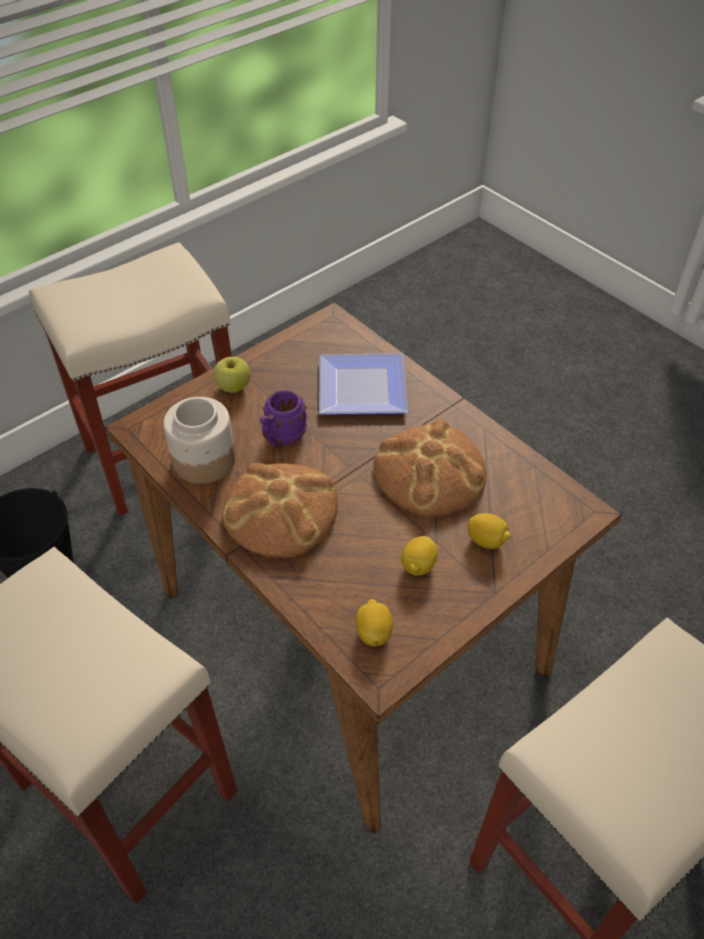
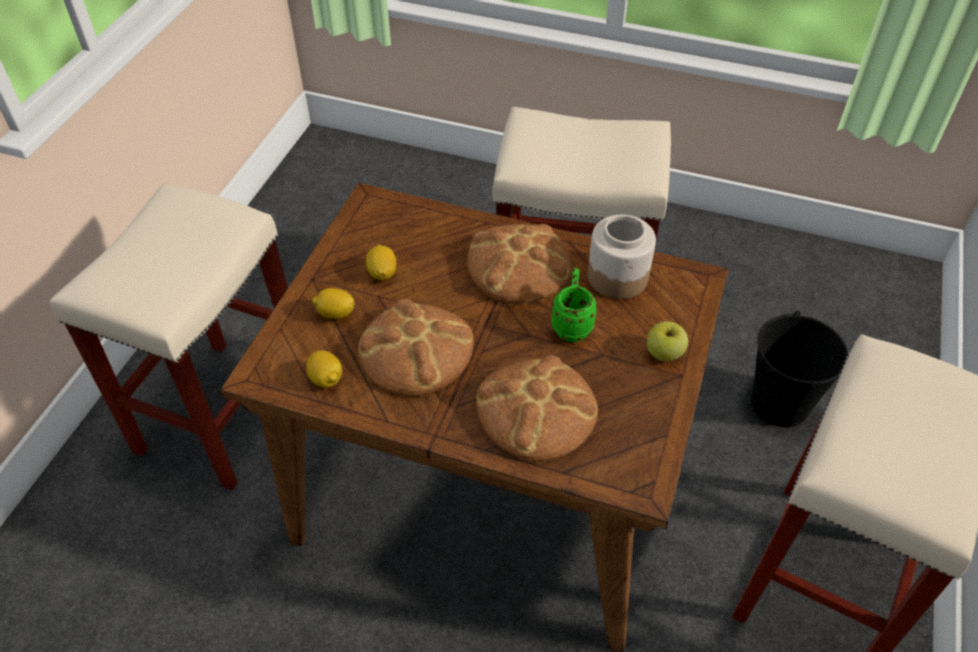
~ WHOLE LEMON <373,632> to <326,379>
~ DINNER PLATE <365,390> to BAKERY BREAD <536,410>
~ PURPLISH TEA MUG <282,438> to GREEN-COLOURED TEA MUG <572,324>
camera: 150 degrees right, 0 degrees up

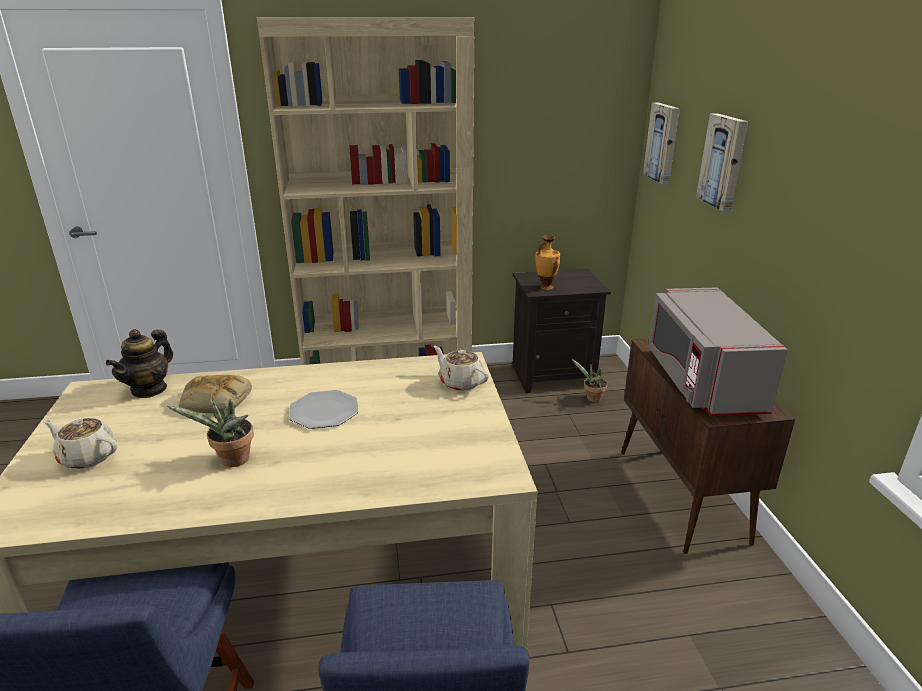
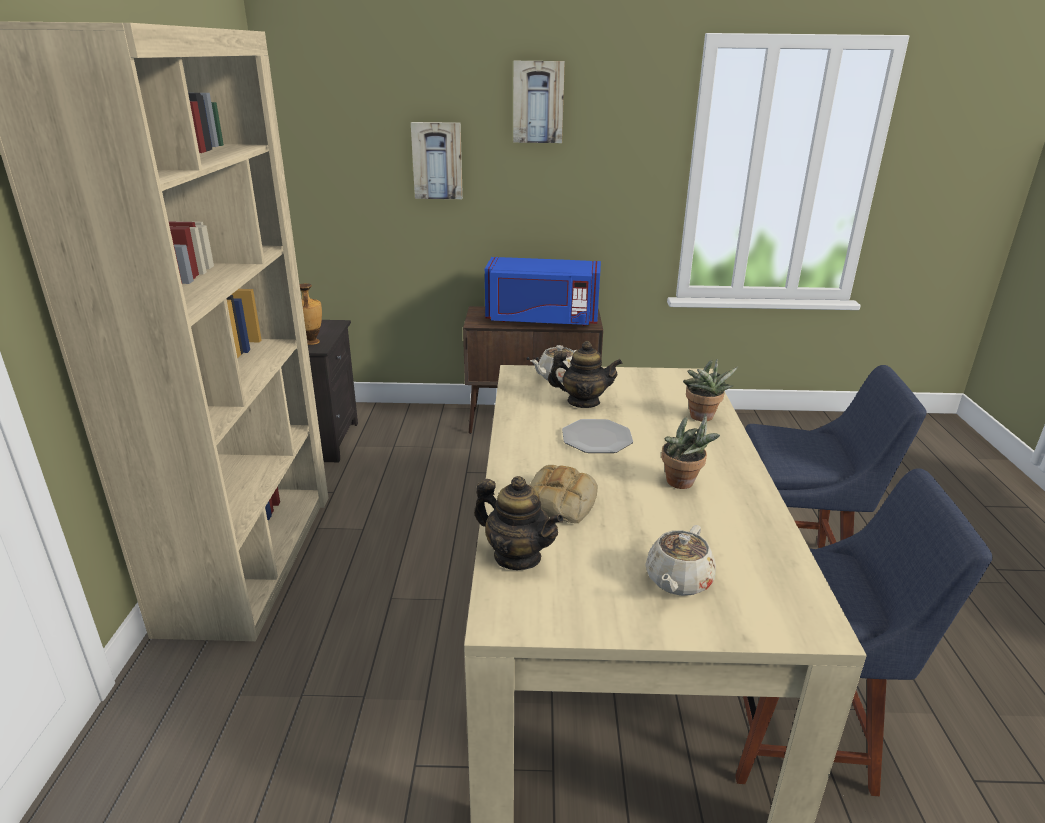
~ GREY MICROWAVE OVEN <701,380> to BLUE MICROWAVE OVEN <541,319>
~ WALL PICTURE <663,143> to <538,102>
+ POT FOR TEA <583,402>
~ PLANT IN A POT <591,399> to <702,418>
camera: 80 degrees left, 0 degrees up

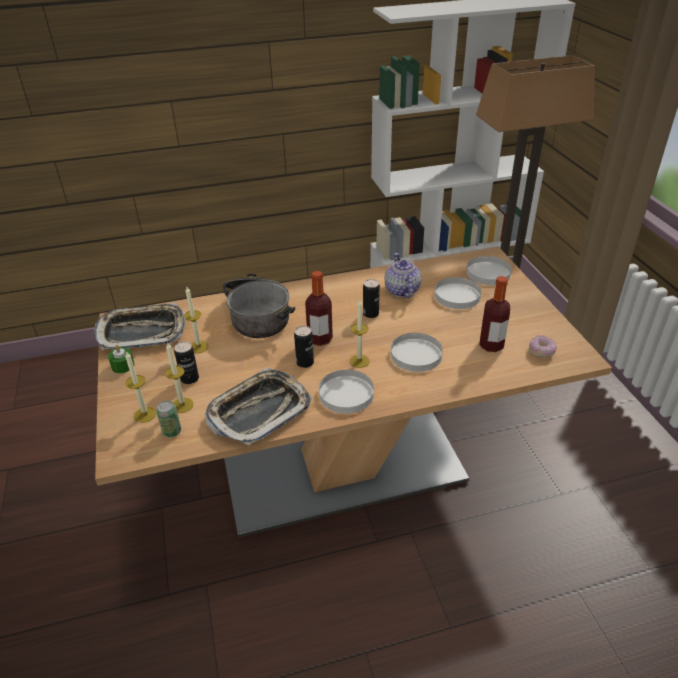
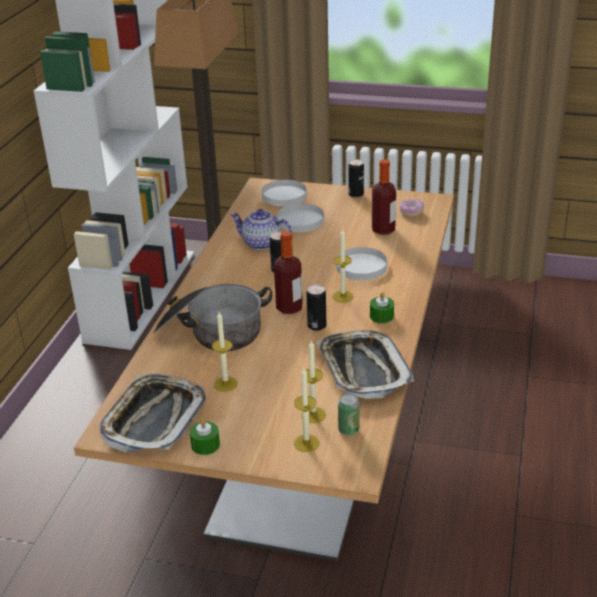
~ METAL CAN <190,379> to <356,194>
~ WHITE DINNER PLATE <346,394> to GREEN-COLOURED WAX CANDLE <381,316>
camera: 60 degrees left, 5 degrees down

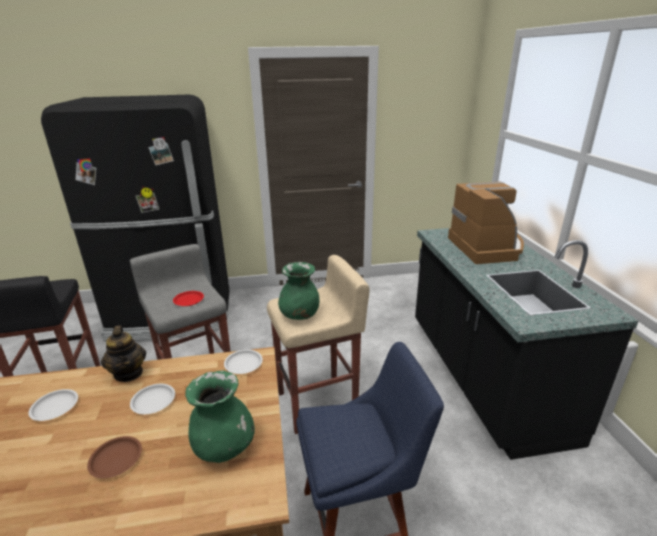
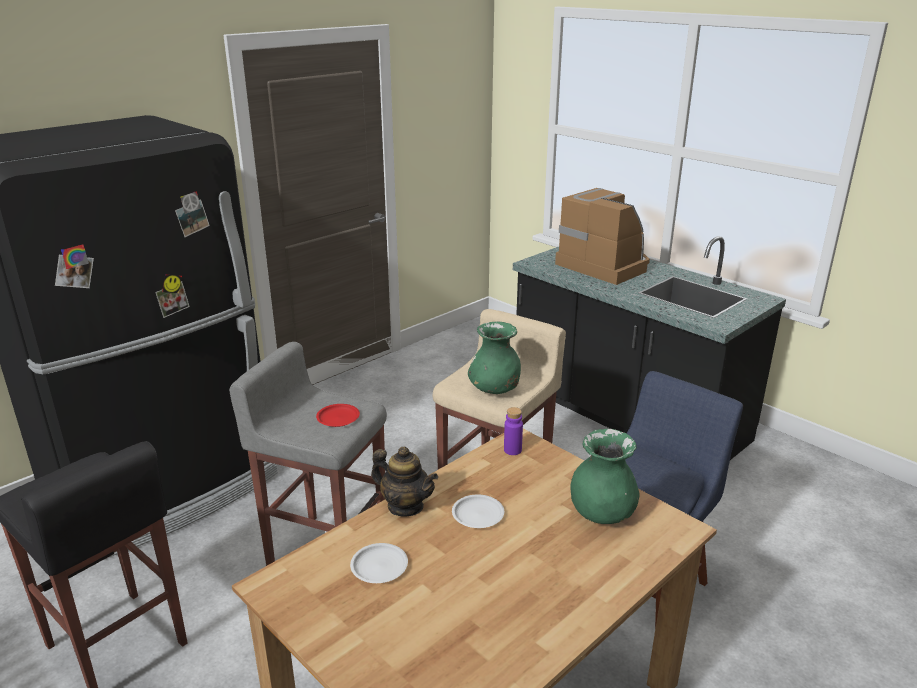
~ WHITE DINNER PLATE <243,364> to PURPLISH BOTTLE <512,450>
- BROWN DINNER PLATE <115,460>
camera: 35 degrees left, 0 degrees up

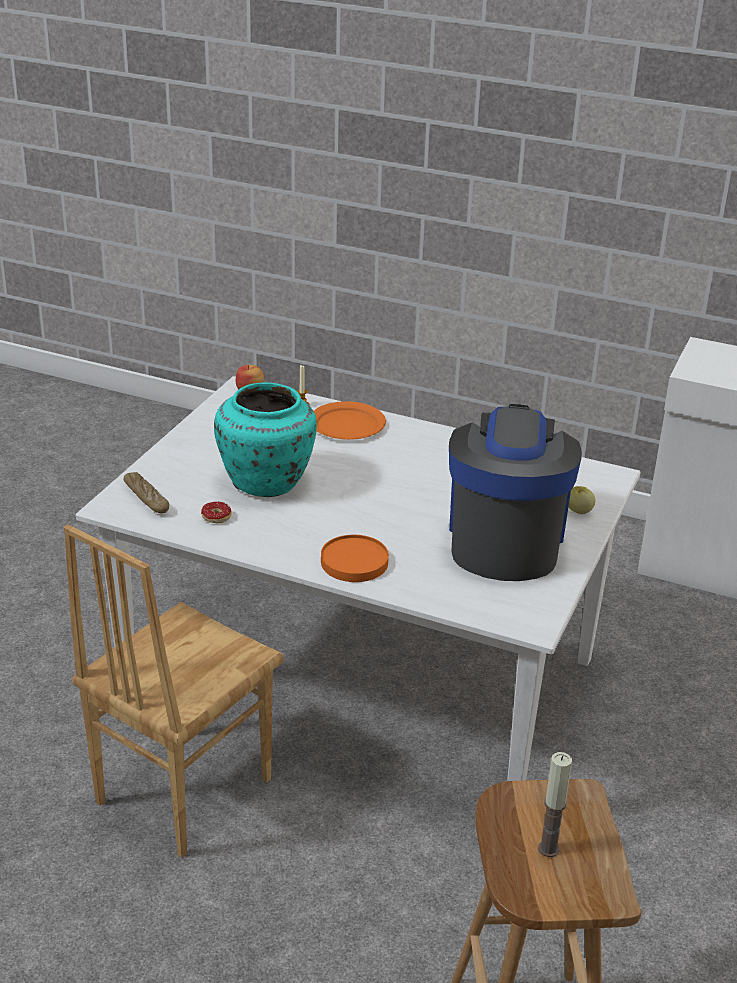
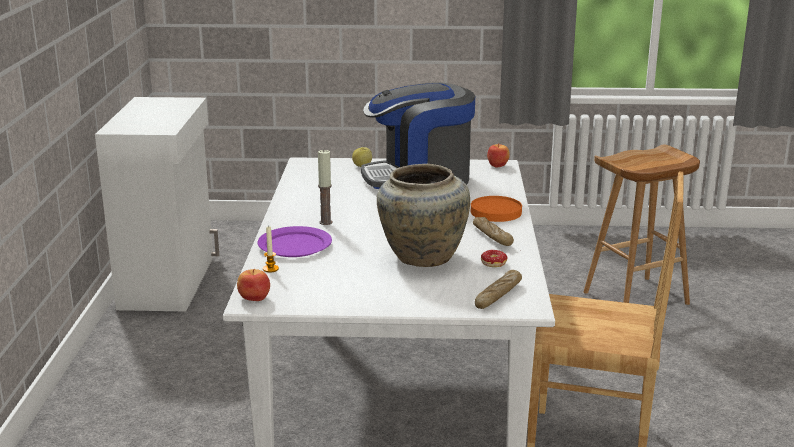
~ ORANGE-COLOURED DINNER PLATE <348,424> to PURPLISH DINNER PLATE <294,245>
~ WAX CANDLE <548,848> to <325,222>
~ TURQUOISE-COLOURED FLOWER VASE <267,482> to BEIGE-COLOURED FLOWER VASE <421,256>
+ BAKERY BREAD <492,237>
+ WHOLE APPLE <498,165>
camera: 110 degrees left, 10 degrees down

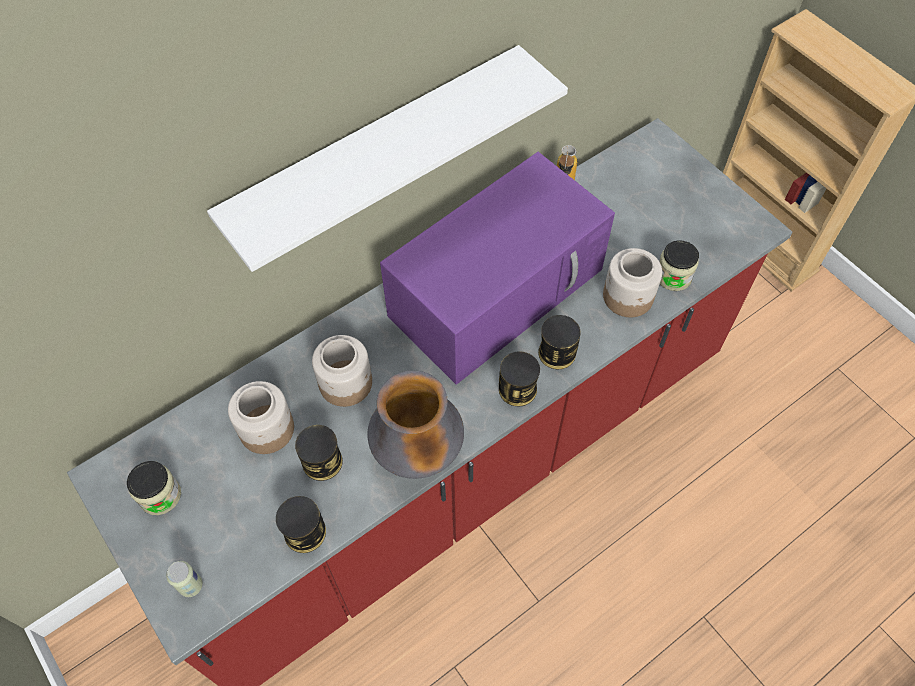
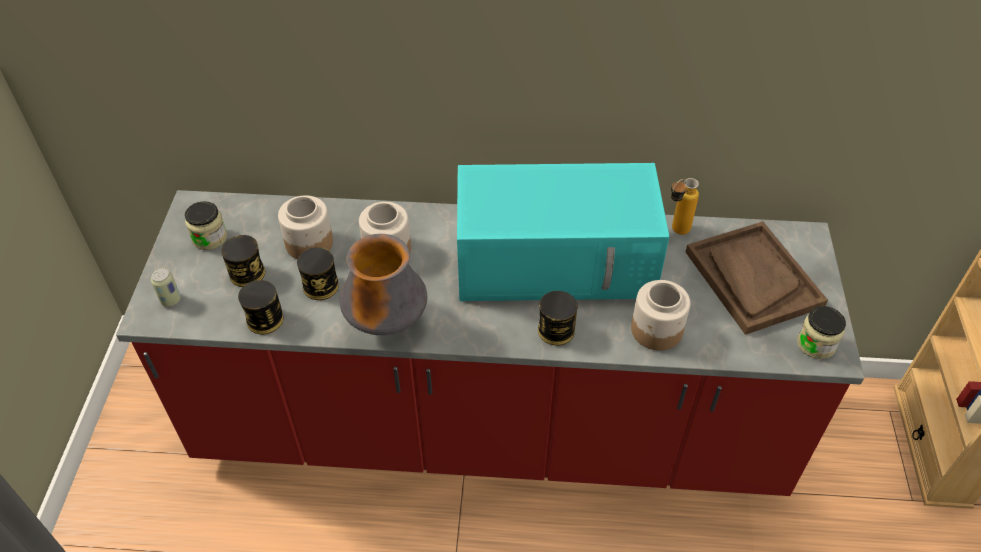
~ METAL CAN <517,389> to <247,273>
~ PURPLISH MICROWAVE OVEN <498,290> to TURQUOISE-COLOURED MICROWAVE OVEN <558,261>
+ BROWN TRAY <752,279>
~ STORAGE JAR <673,276> to <816,344>
- WHITE WALL SHELF <376,155>
camera: 40 degrees right, 10 degrees down

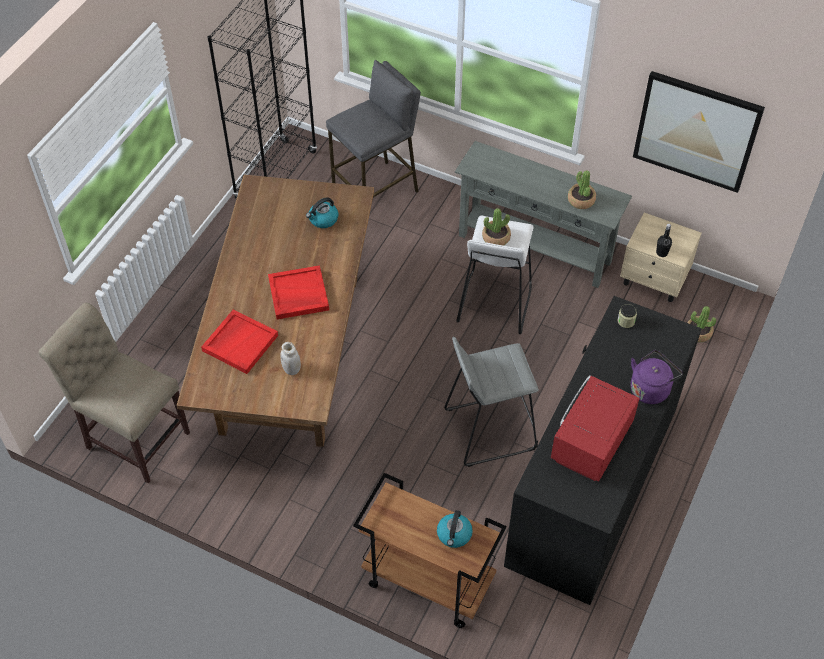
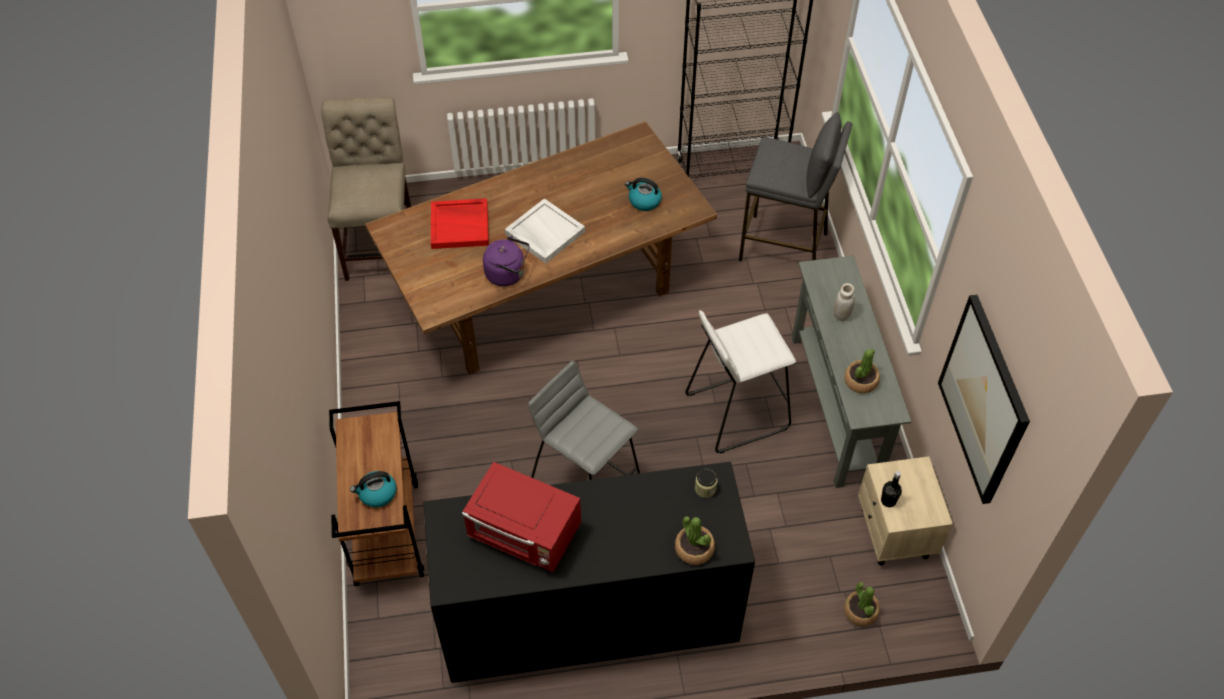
~ RED MICROWAVE OVEN <590,444> = <525,534> 150 degrees counterclockwise
~ PURPLISH KETTLE <651,388> to <508,274>
~ RED TRAY <298,294> to WHITE TRAY <544,233>
~ PLANT IN A POT <496,237> to <694,549>
~ WHITE STORAGE JAR <291,369> to <841,315>
camera: 55 degrees right, 0 degrees up

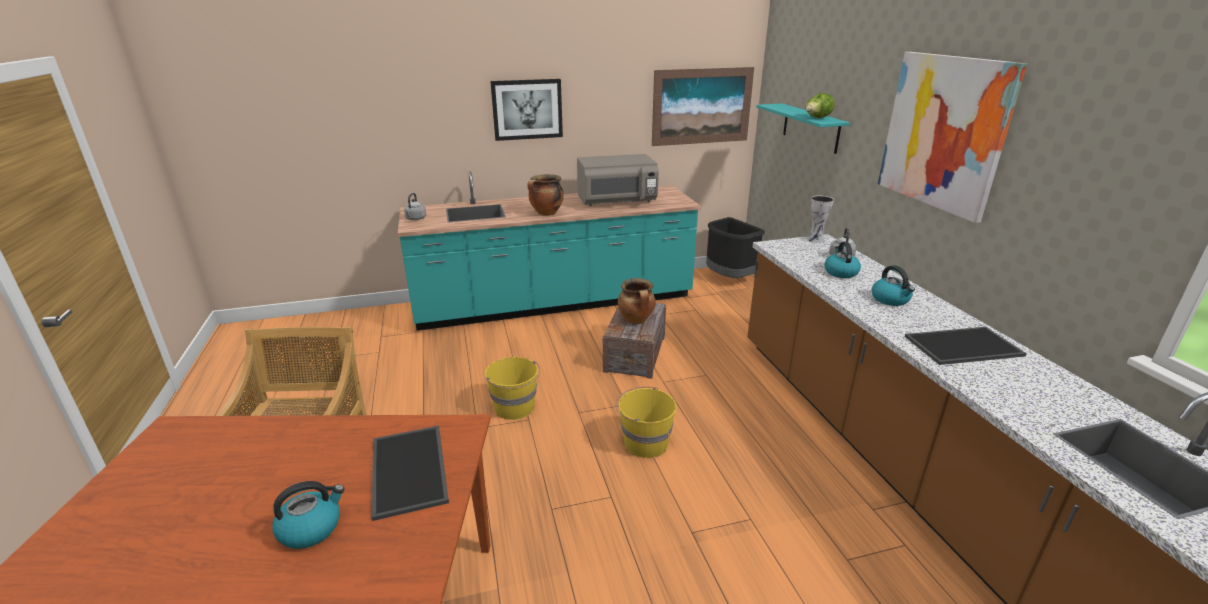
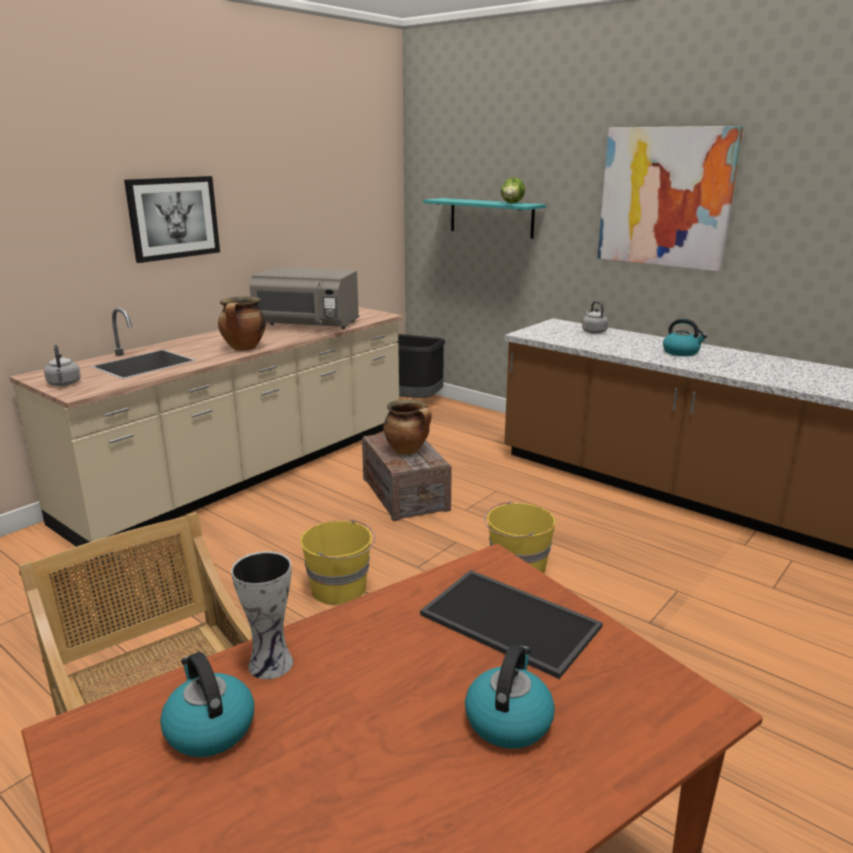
~ TURQUOISE-COLOURED KITCHEN COUNTER <555,302> to BEIGE-COLOURED KITCHEN COUNTER <248,471>
~ KETTLE <840,272> to <209,728>
~ FLOWER VASE <816,240> to <273,663>
~ GREY MICROWAVE OVEN <617,202> = <307,325> 60 degrees clockwise
- WALL PICTURE <702,106>
- TRAY <963,347>
camera: 35 degrees left, 5 degrees down

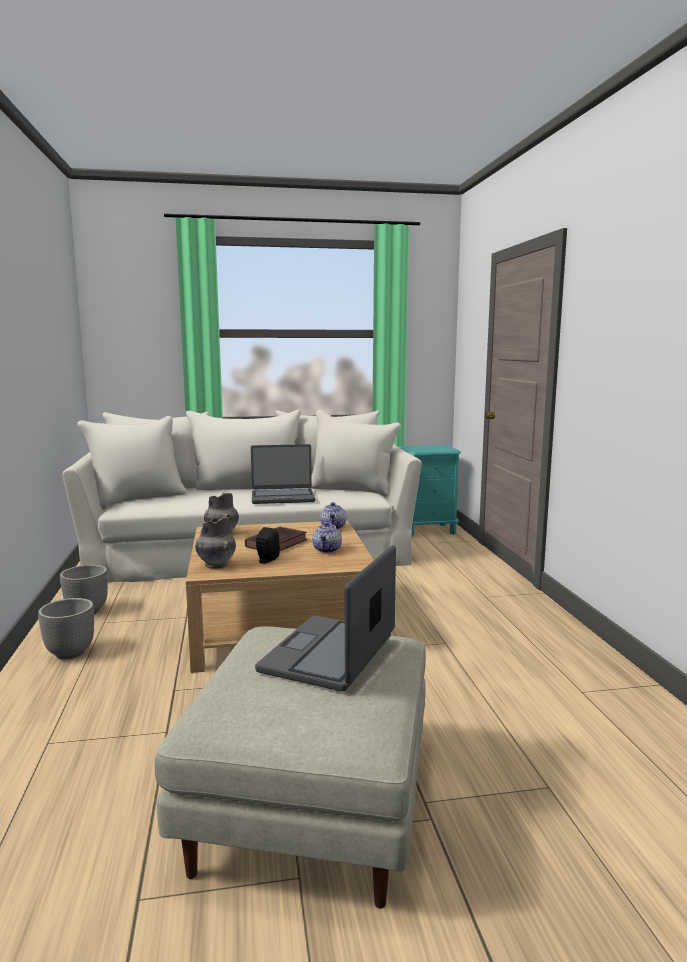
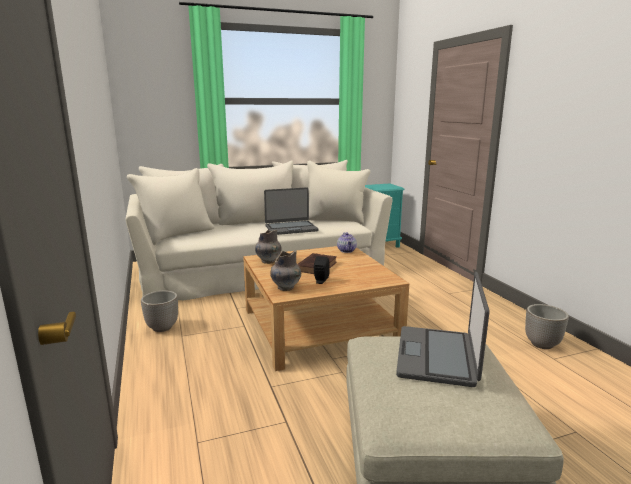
~ PLANTER <70,653> to <541,344>
- POT FOR TEA <327,550>
camera: 10 degrees left, 5 degrees up

